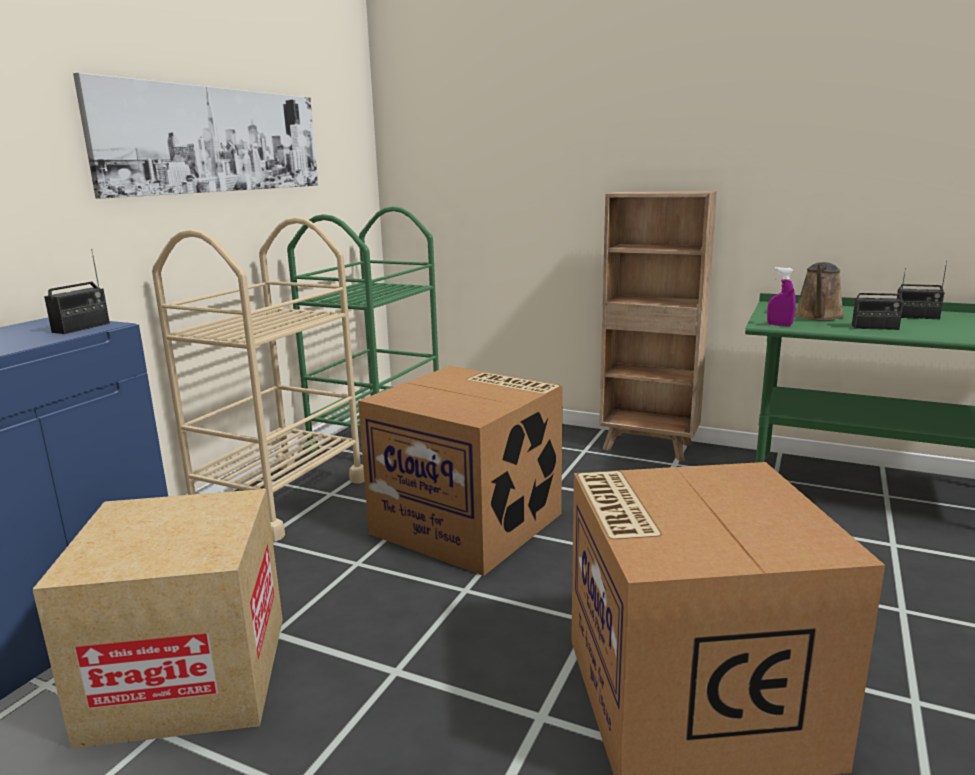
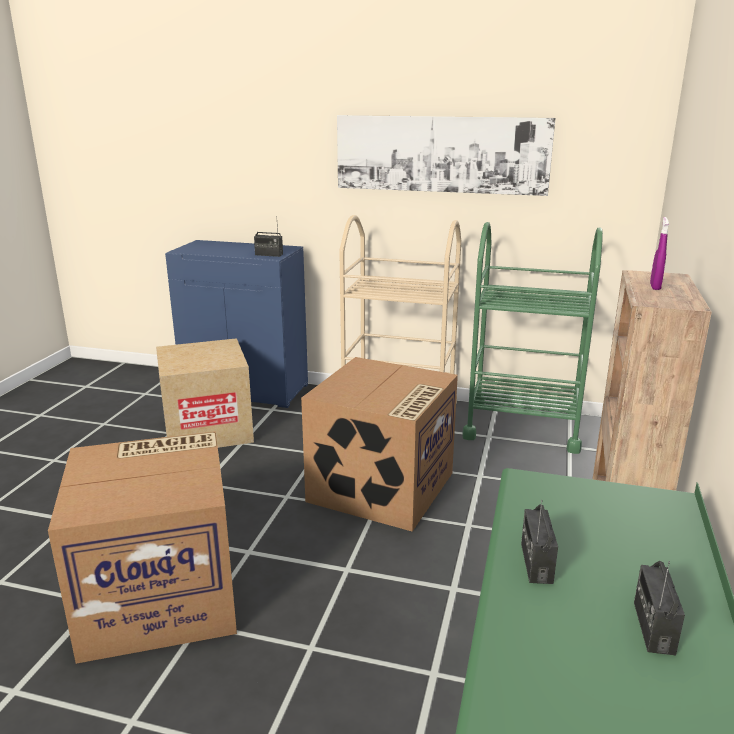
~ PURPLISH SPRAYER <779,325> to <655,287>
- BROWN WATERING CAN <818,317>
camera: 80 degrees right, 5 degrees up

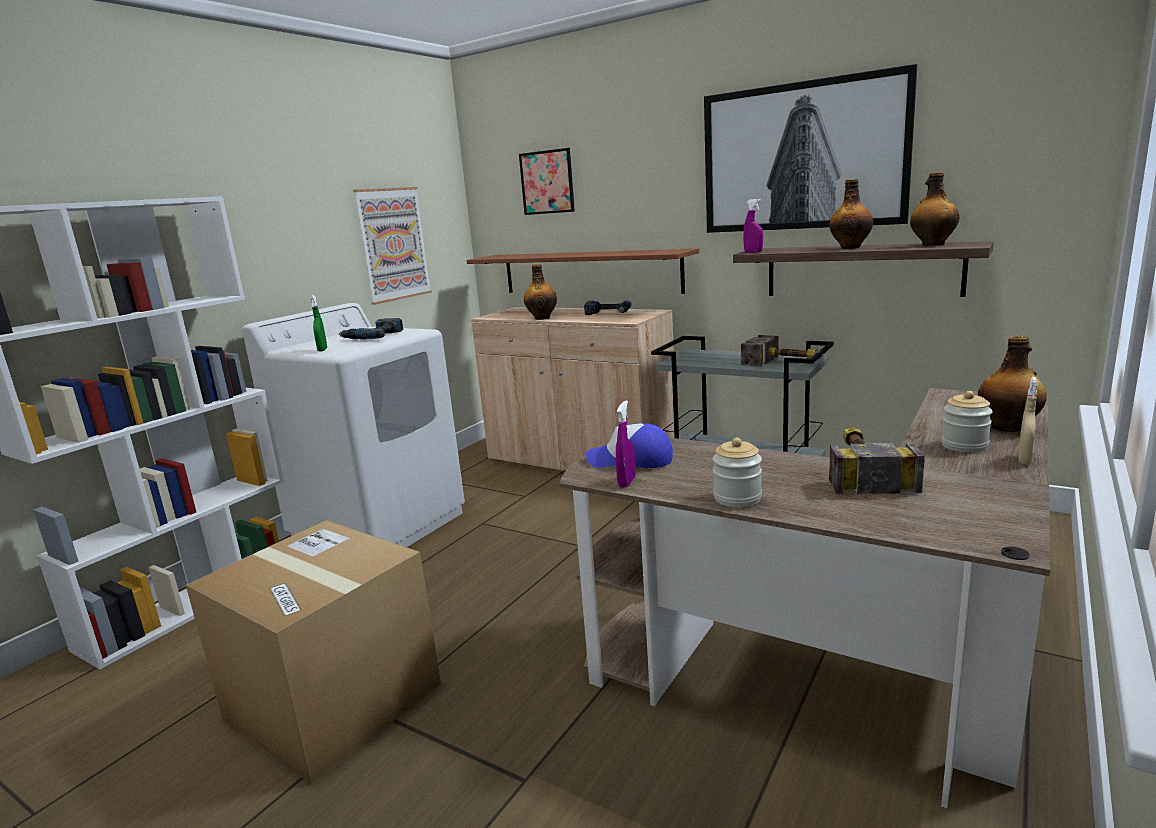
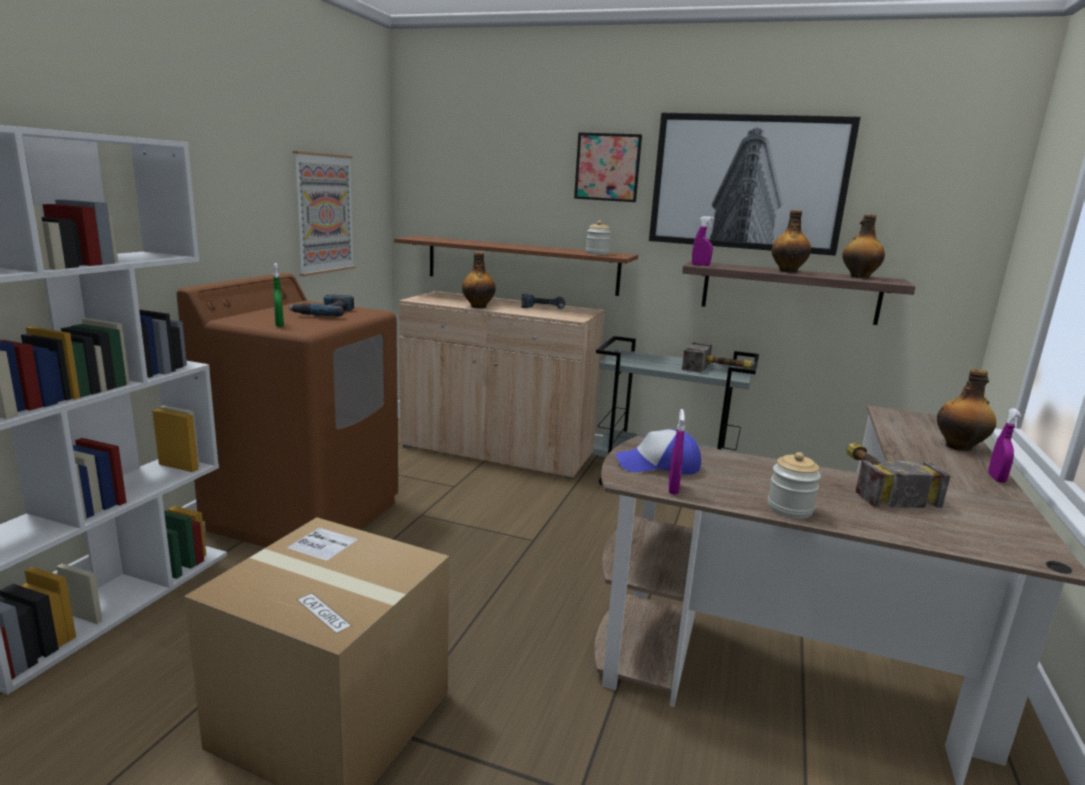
~ WHITE LAUNDRY MACHINE <380,525> to BROWN LAUNDRY MACHINE <306,515>
~ WALL PICTURE <547,182> to <607,167>
~ STORAGE JAR <964,446> to <597,253>
~ BEIGE-COLOURED SPRAYER <1024,460> to PURPLISH SPRAYER <996,478>
camera: 15 degrees left, 0 degrees up

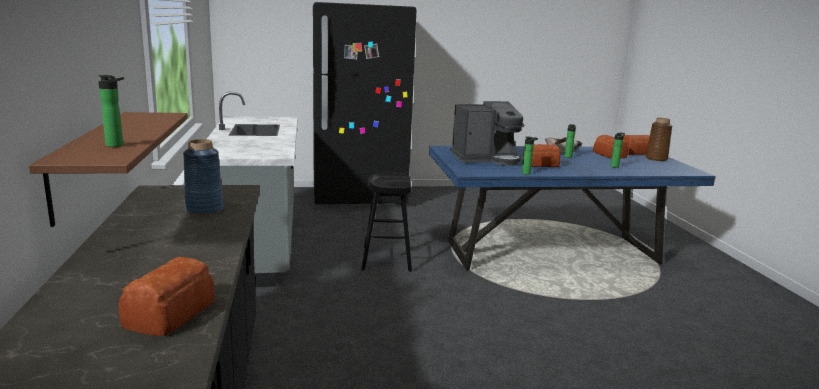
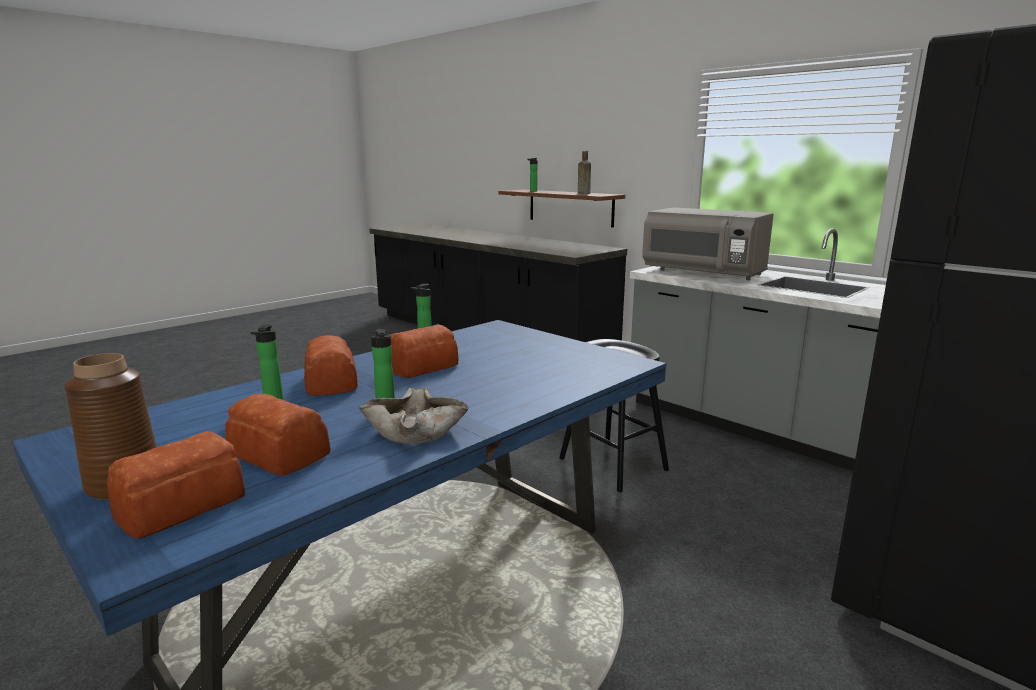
~ BAKERY BREAD <172,313> to <329,383>
+ BROWN BOTTLE <583,193>
+ GREY MICROWAVE OVEN <703,273>
- BLUE FLOWER VASE <205,210>
- COFFEE MAKER <486,159>
camera: 145 degrees right, 0 degrees up

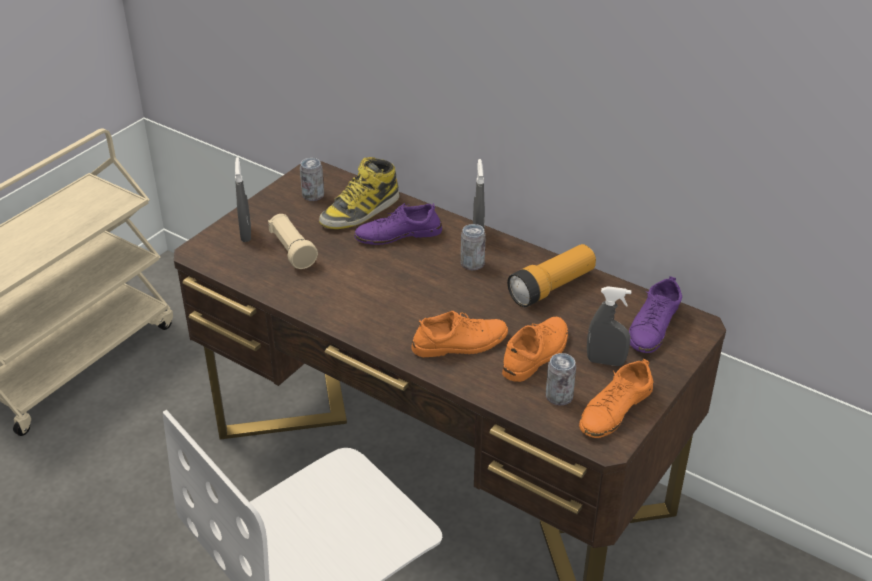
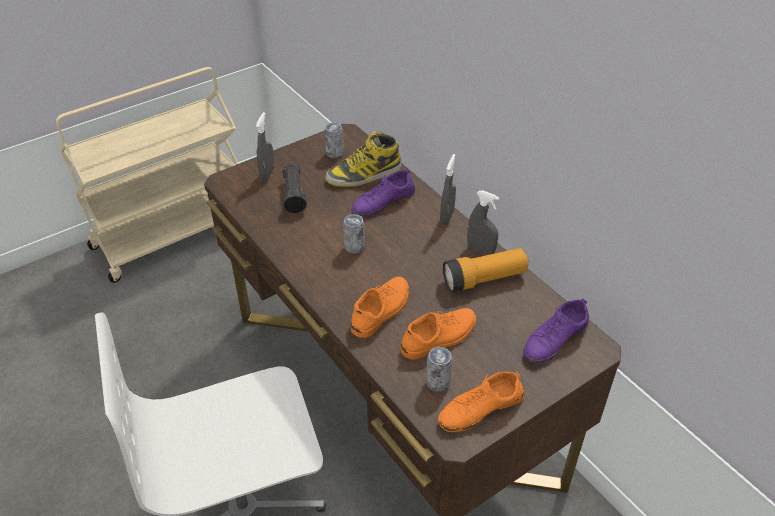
~ BEIGE-COLOURED TORCH <292,250> to BLACK-COLOURED TORCH <294,196>
~ METAL CAN <472,264> to <354,247>
~ PURPLISH SHOE <398,234> = <383,201> 45 degrees counterclockwise
~ ORANGE-COLOURED SHOE <460,343> = <381,310> 60 degrees counterclockwise
~ GREY SPRAYER <605,361> to <480,250>
camera: 20 degrees right, 5 degrees up

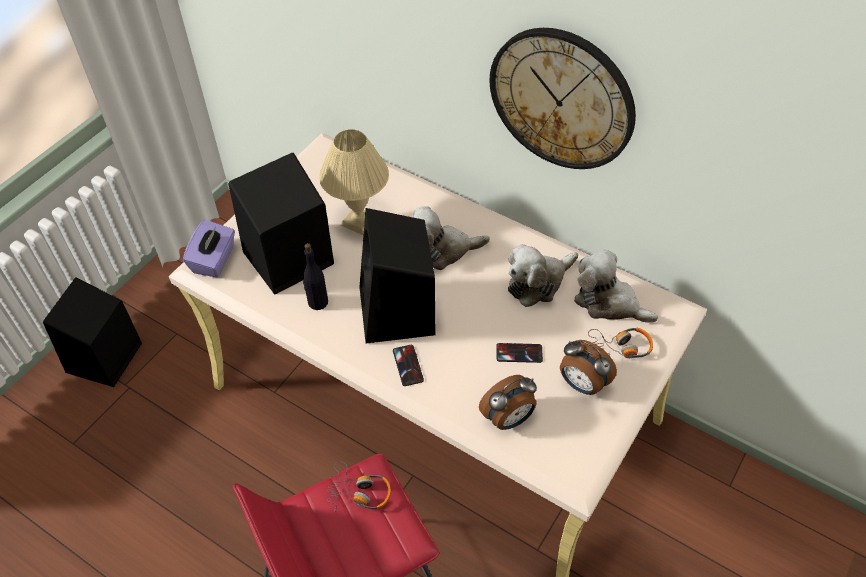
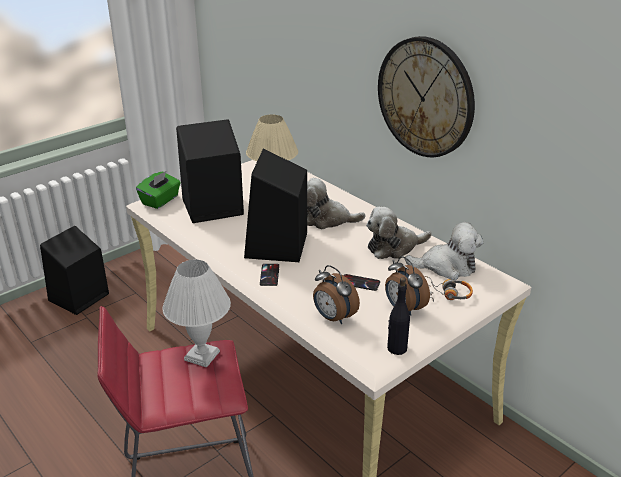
~ PURPLISH TISSUE HOLDER <214,260> to GREEN-COLOURED TISSUE HOLDER <160,200>
~ HEADSET <359,492> to WHITE TABLETOP LAMP <202,356>
~ ALARM CLOCK <508,419> = <333,318> 60 degrees clockwise
~ BLACK-COLOURED BOTTLE <317,302> to <396,348>
~ SOFT TOY <608,302> = <446,267> 135 degrees clockwise
camera: 15 degrees right, 20 degrees down

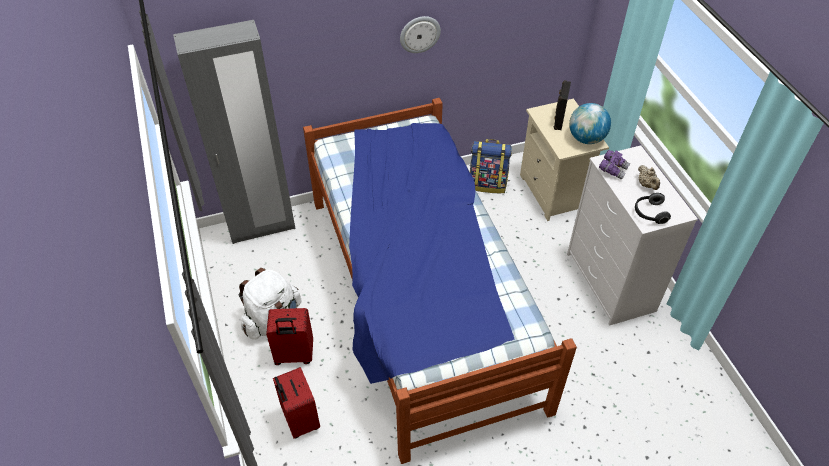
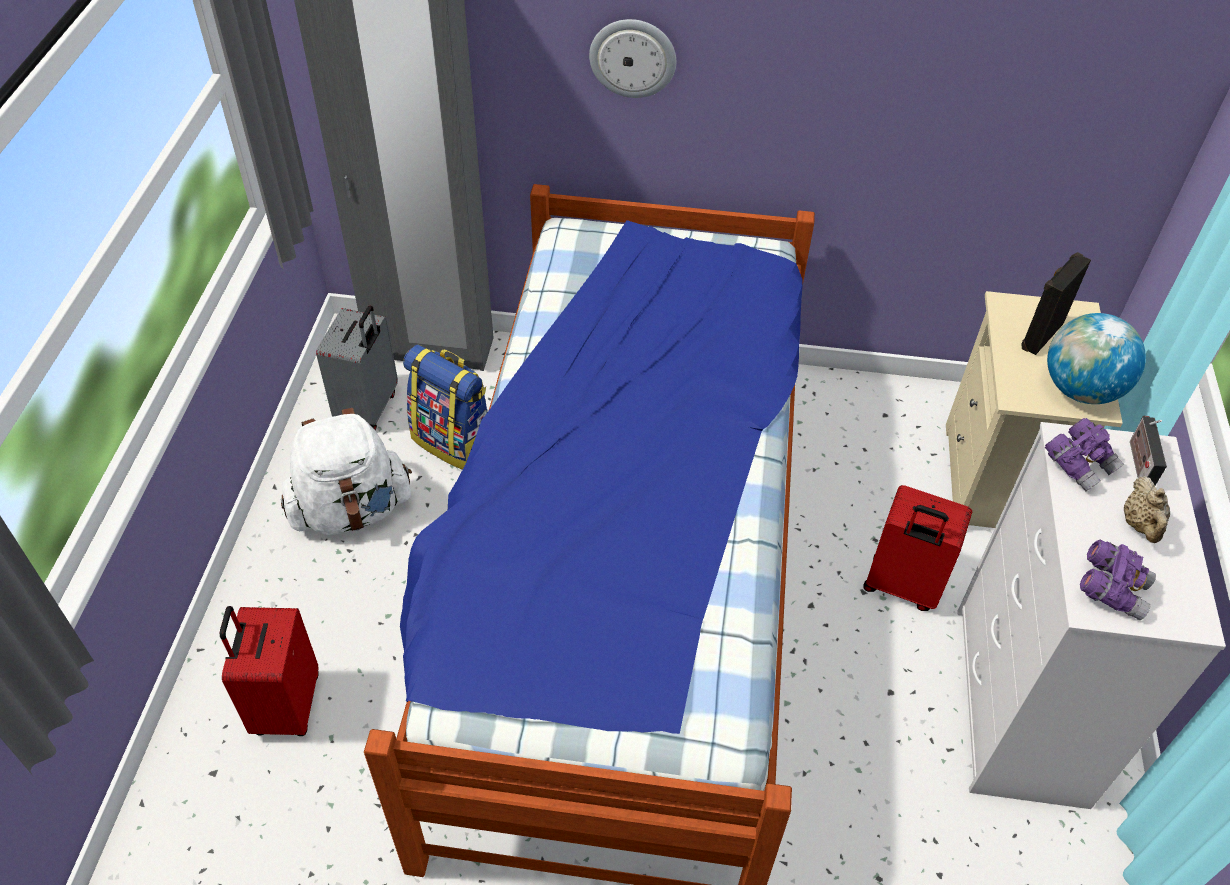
+ GREY TRAVEL CASE <368,408>
~ RUCKSACK <488,184> to <454,441>
~ CLOCK ON THE WALL <419,34> to <633,57>
~ RED TRAVEL CASE <294,355> to <901,586>
~ HEADSET <649,213> to PURPLISH PAIR OF BINOCULARS <1111,589>
+ RADIO RECEIVER <1138,462>
camera: 25 degrees right, 0 degrees up

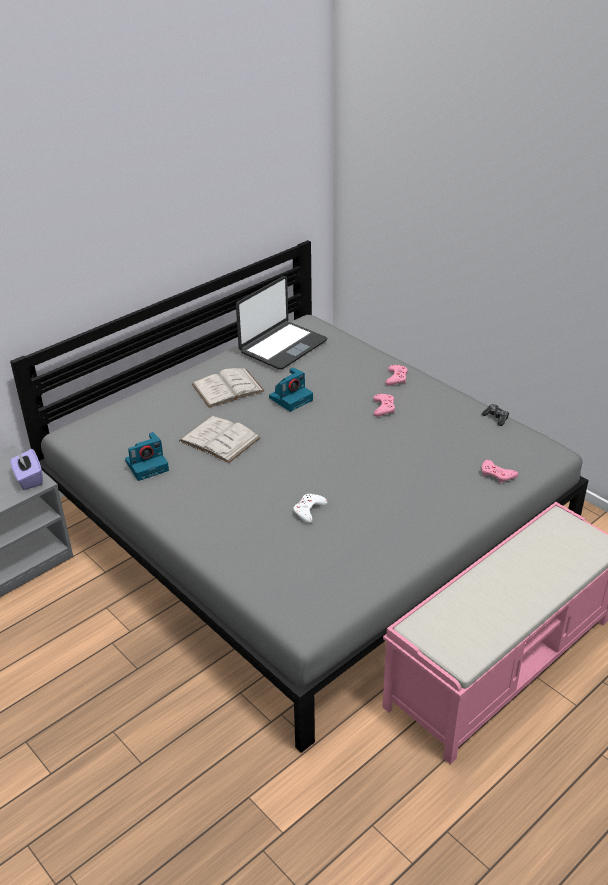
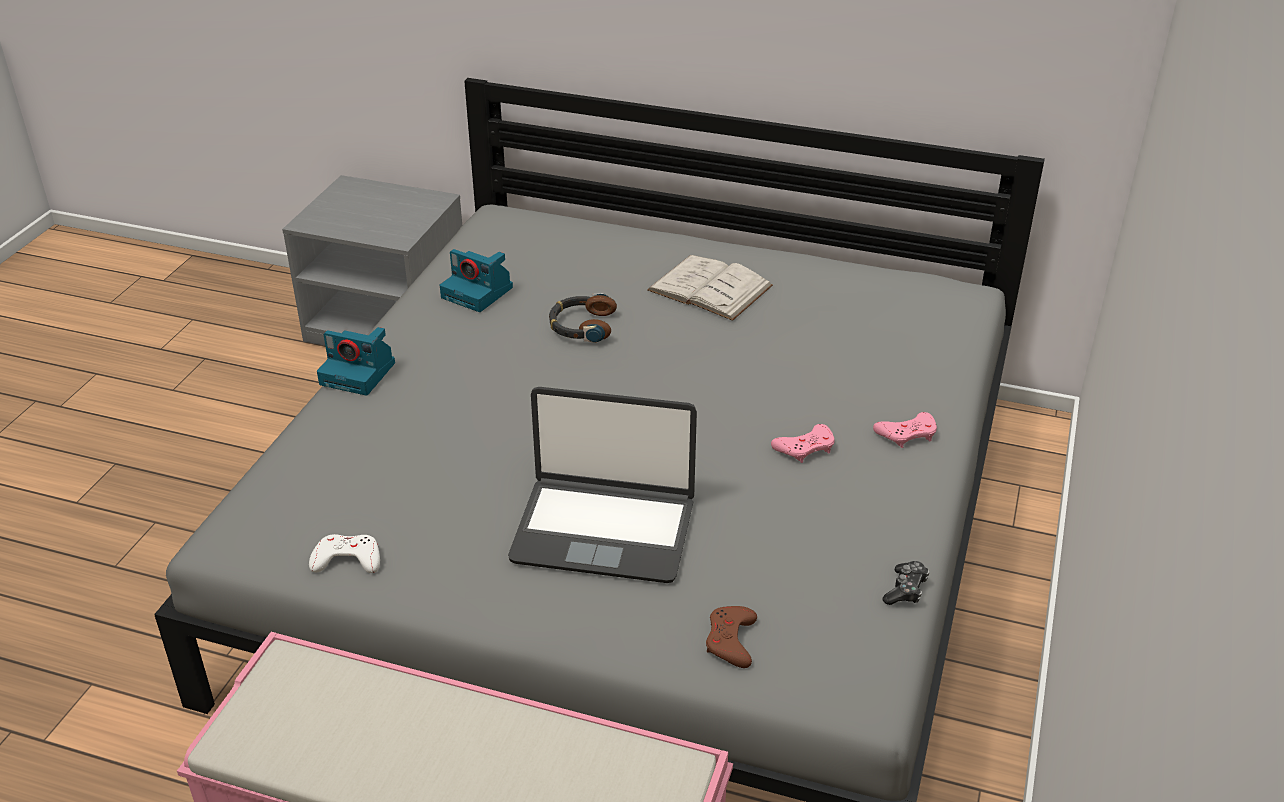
~ WHITE JOYPAD <309,510> to <347,559>
~ PHOTO CAMERA <291,398> to <359,373>
~ NOTEBOOK COMPUTER <282,346> to <604,530>
~ WHITE BOUND BOOK <219,439> to HEADSET <581,326>
~ PINK-COLOURED JOYPAD <497,474> to BROWN JOYPAD <731,641>
- PURPLISH TISSUE HOLDER <29,479>
camera: 60 degrees right, 0 degrees up

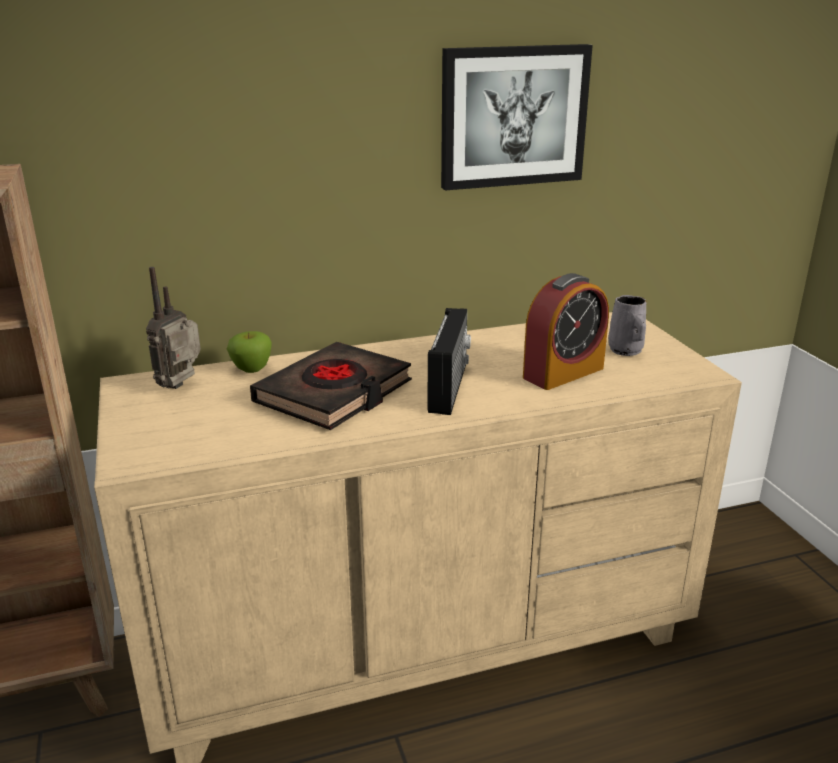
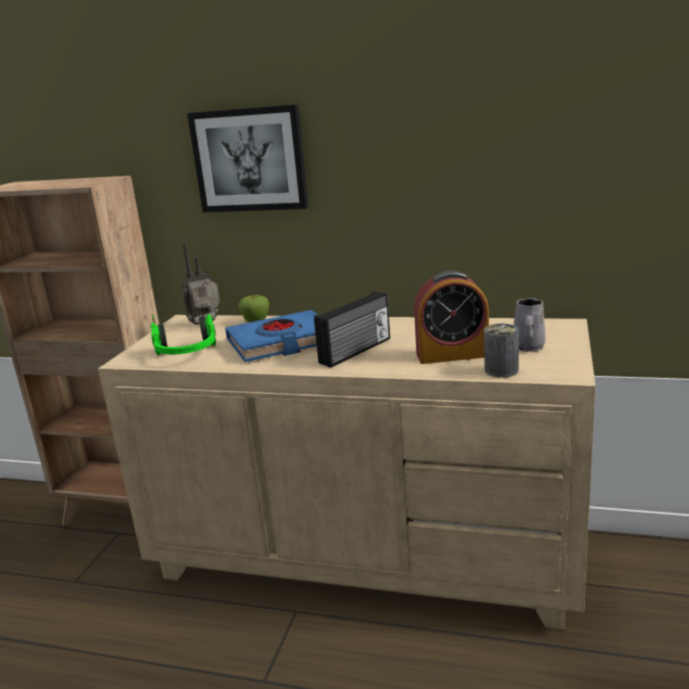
+ HEADSET <187,354>
~ WALL PICTURE <513,116> to <250,159>
~ BLACK-COLOURED BOUND BOOK <334,393> to BLUE BOUND BOOK <281,343>
+ METAL CAN <501,370>
camera: 35 degrees right, 5 degrees down

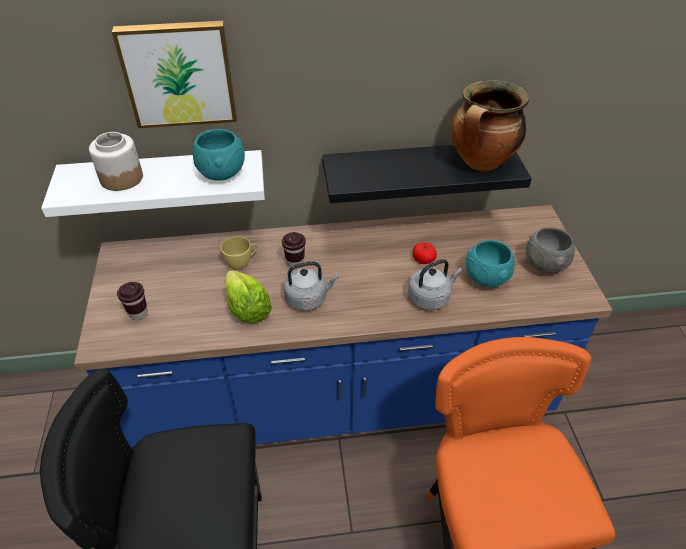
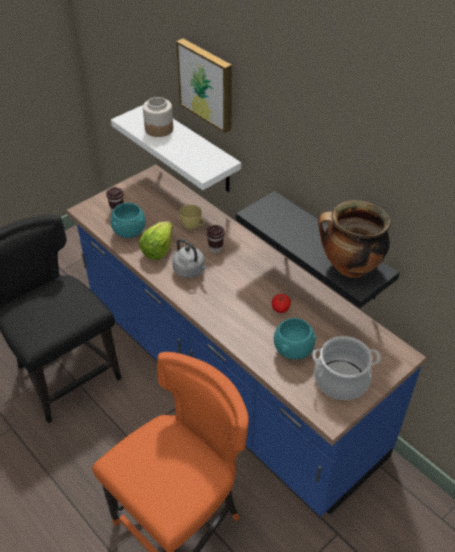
~ TURQUOISE-COLOURED DEEP DISH <221,174> to <129,232>
~ GREY DEEP DISH <545,267> to COOKING POT <341,380>
- GREY KETTLE <430,297>
camera: 55 degrees right, 0 degrees up

